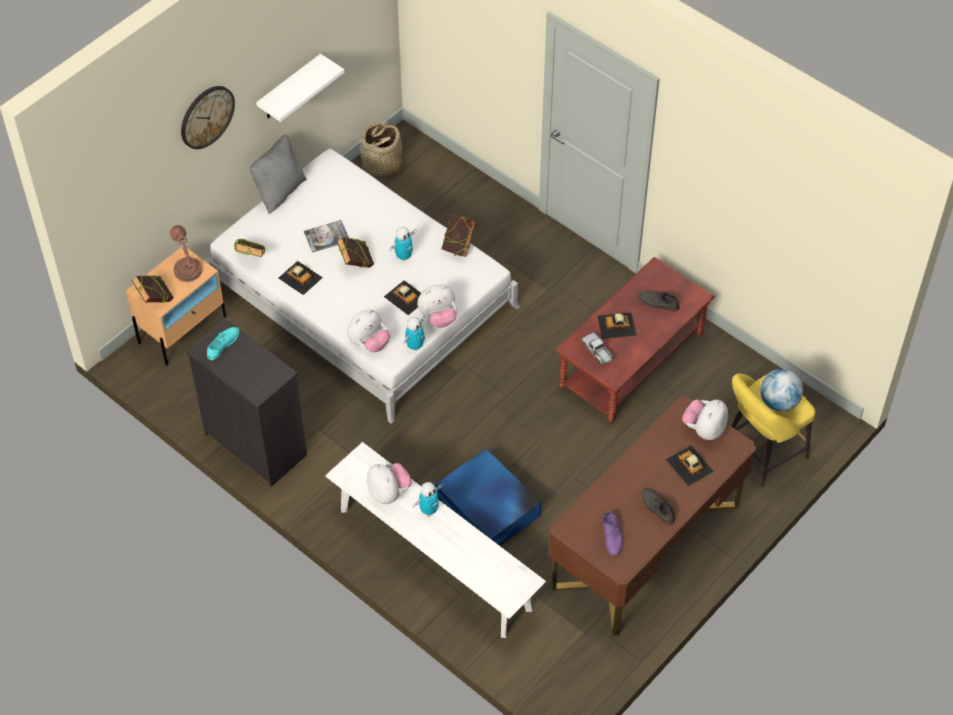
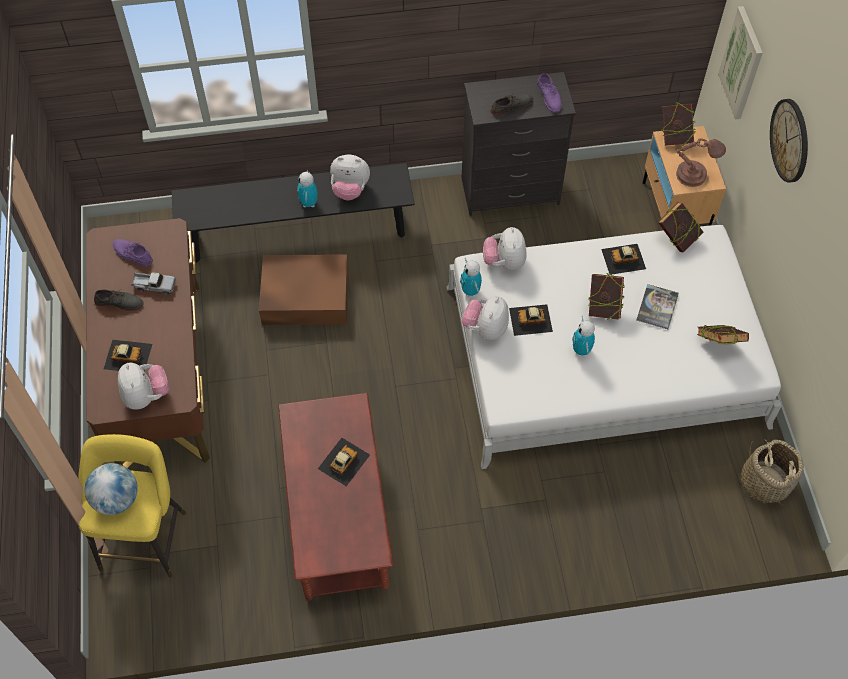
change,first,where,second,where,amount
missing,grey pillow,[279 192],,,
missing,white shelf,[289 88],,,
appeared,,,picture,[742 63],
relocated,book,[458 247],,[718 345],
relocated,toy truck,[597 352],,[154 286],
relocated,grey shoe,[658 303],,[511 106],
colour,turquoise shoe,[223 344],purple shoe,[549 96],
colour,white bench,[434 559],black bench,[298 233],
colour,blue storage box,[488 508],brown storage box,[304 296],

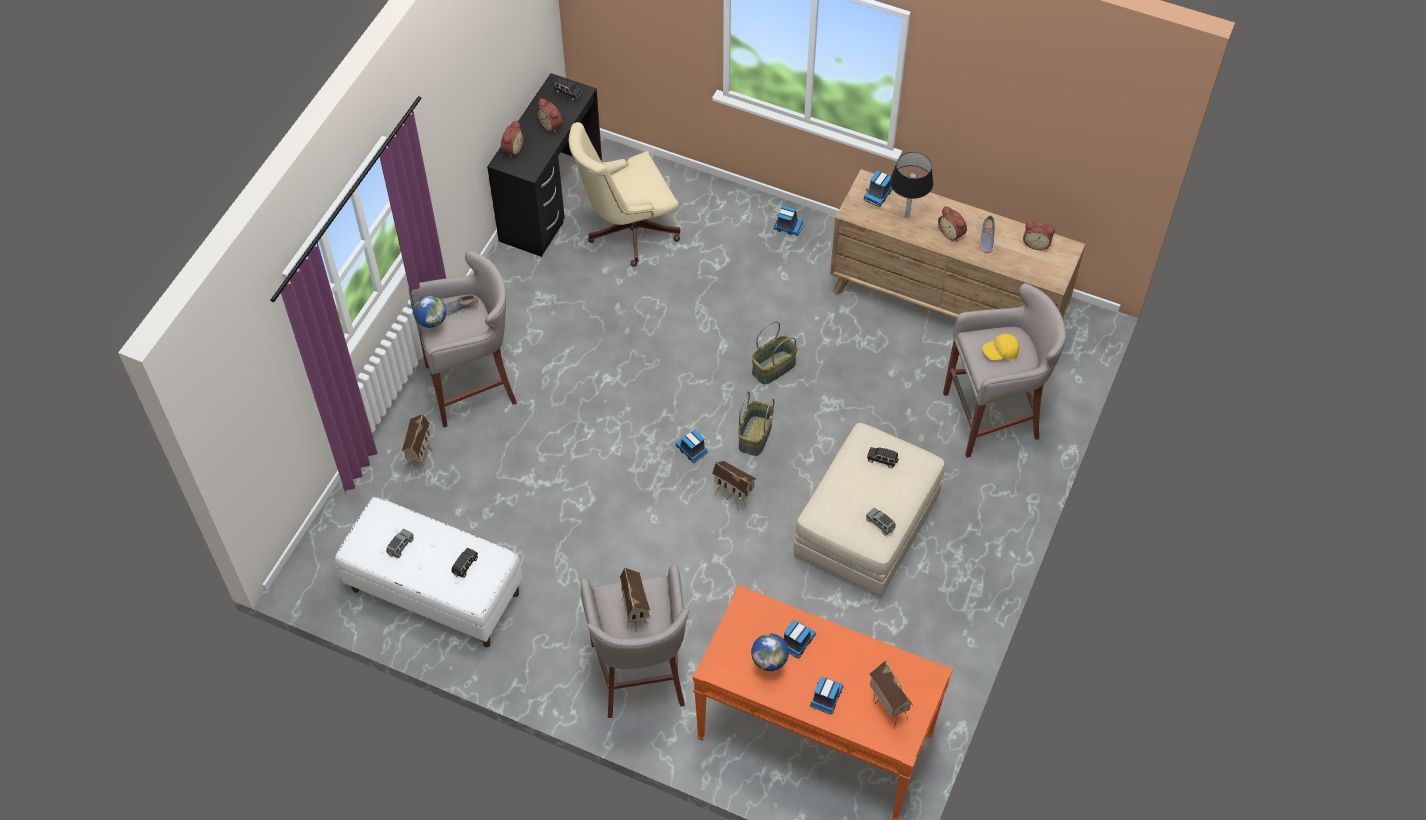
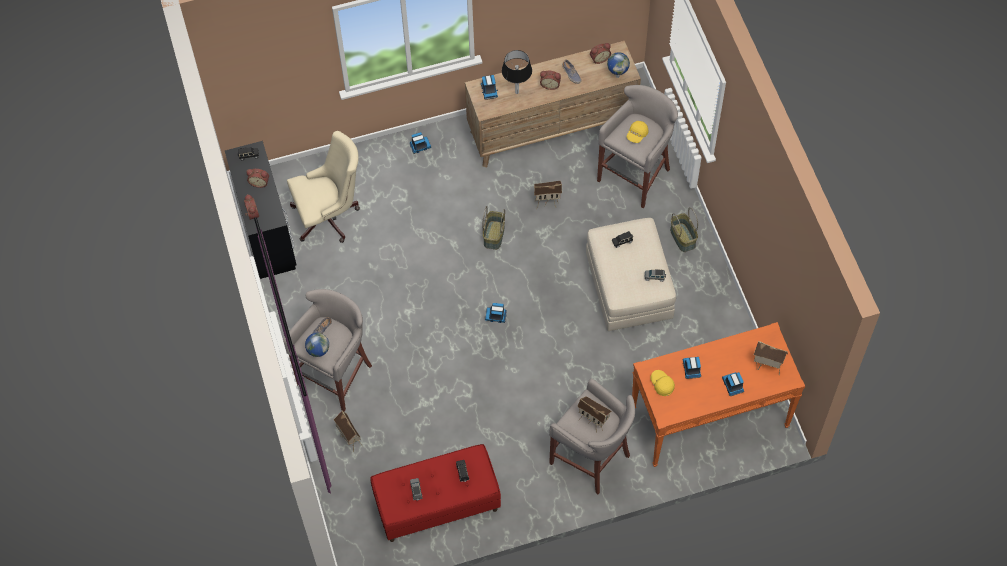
change,first,where,second,where,amount
appeared,,,yellow cap,[662 384],
relocated,toy house,[734 497],,[547 202],
relocated,basket,[755 436],,[683 238],
relocated,globe,[769 667],,[617 75],
colour,white bench,[435 592],red bench,[437 505],
spun,beige office chair,[627 231],,[330 216],135 degrees counterclockwise

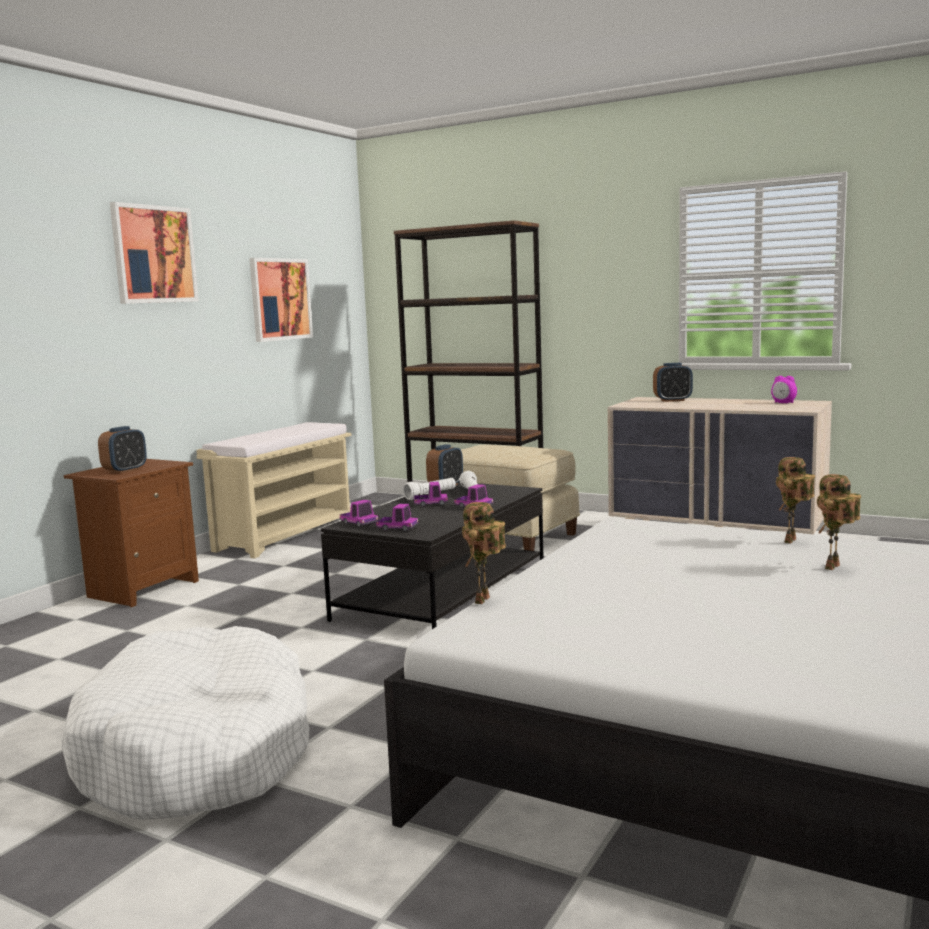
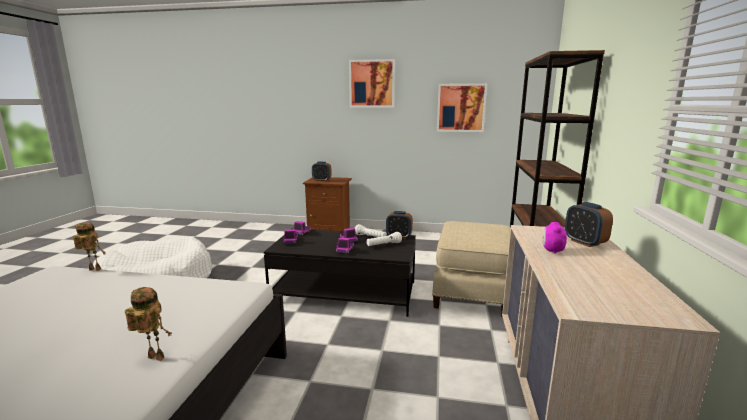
change,first,where,second,where,amount
missing,beige bench,[285 535],,,
missing,toy robot,[834 568],,,
relocated,alarm clock,[783 403],,[552 251],

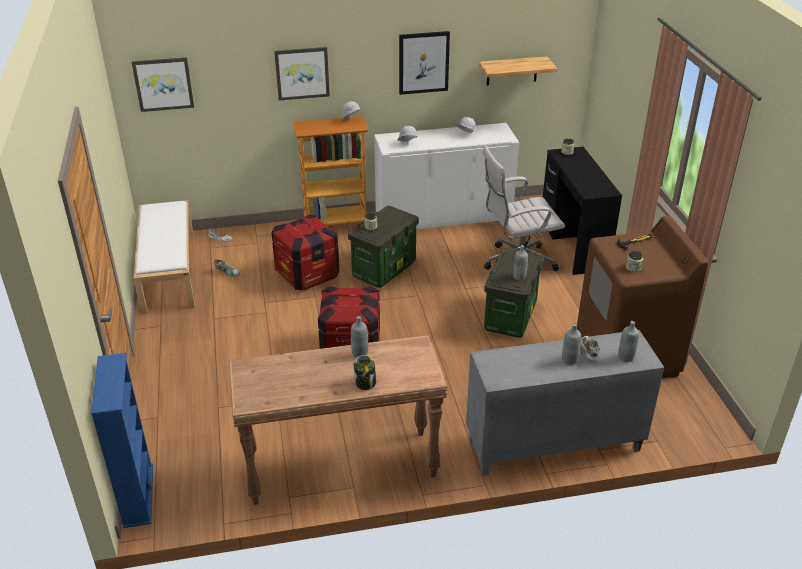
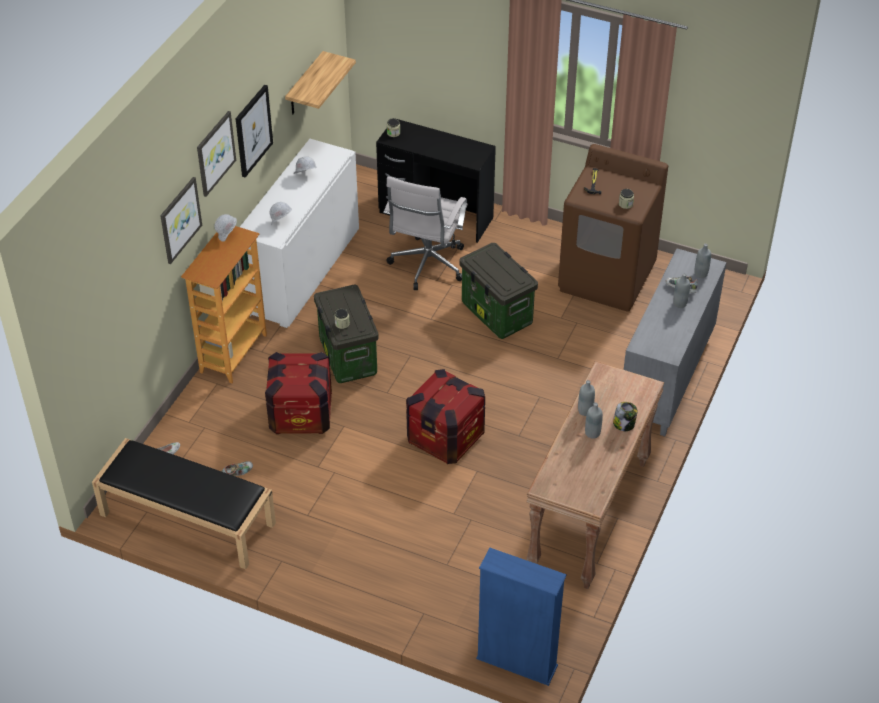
change,first,where,second,where,amount
relocated,picture,[163 84],,[215 153],
relocated,grey bottle,[519 277],,[592 433],
colour,white bench,[168 271],black bench,[186 519],

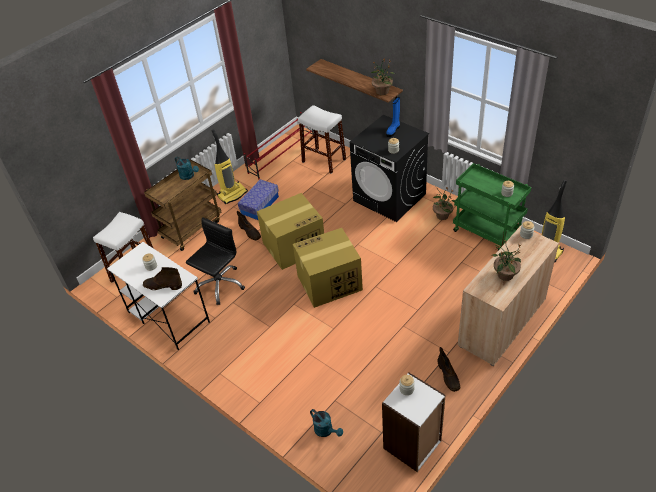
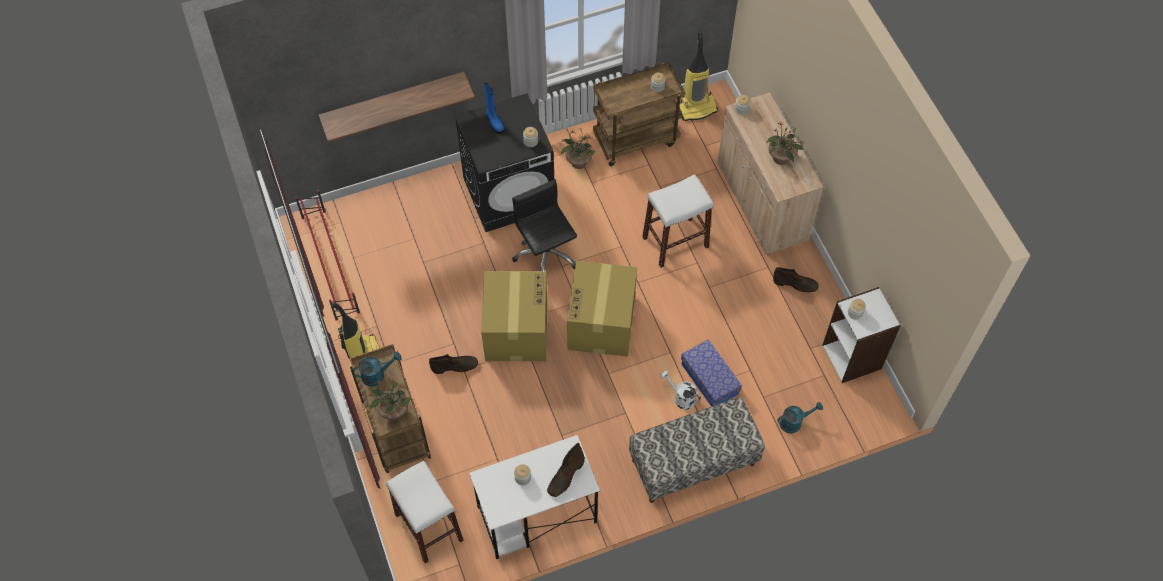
change,first,where,second,where,amount
appeared,,,bench,[693 463],
appeared,,,white watering can,[681 397],
relocated,black office chair,[219 285],,[545 255],
relocated,storage box,[260 205],,[709 379],
relocated,white stool,[324 160],,[675 242],
relocated,potted plant,[382 91],,[393 411],
colour,green cart,[487 233],brown cart,[636 139],

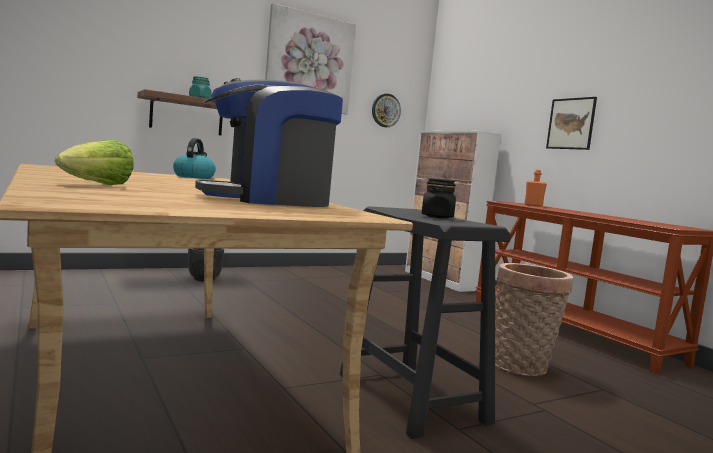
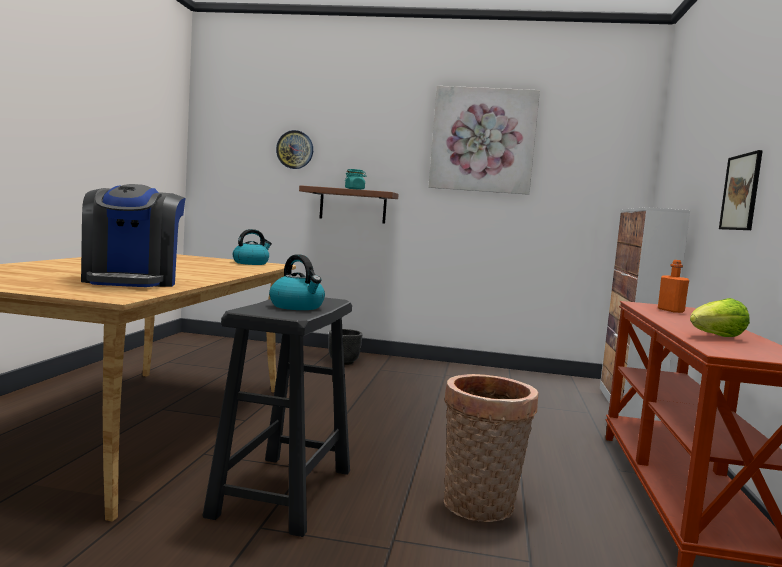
change,first,where,second,where,amount
relocated,lettuce,[97 185],,[715 337],
relocated,wall clock,[385 110],,[295 149],
exchanged,black jar,[437 217],kettle,[297 306],
spun,coffee machine,[268 200],,[132 281],120 degrees counterclockwise

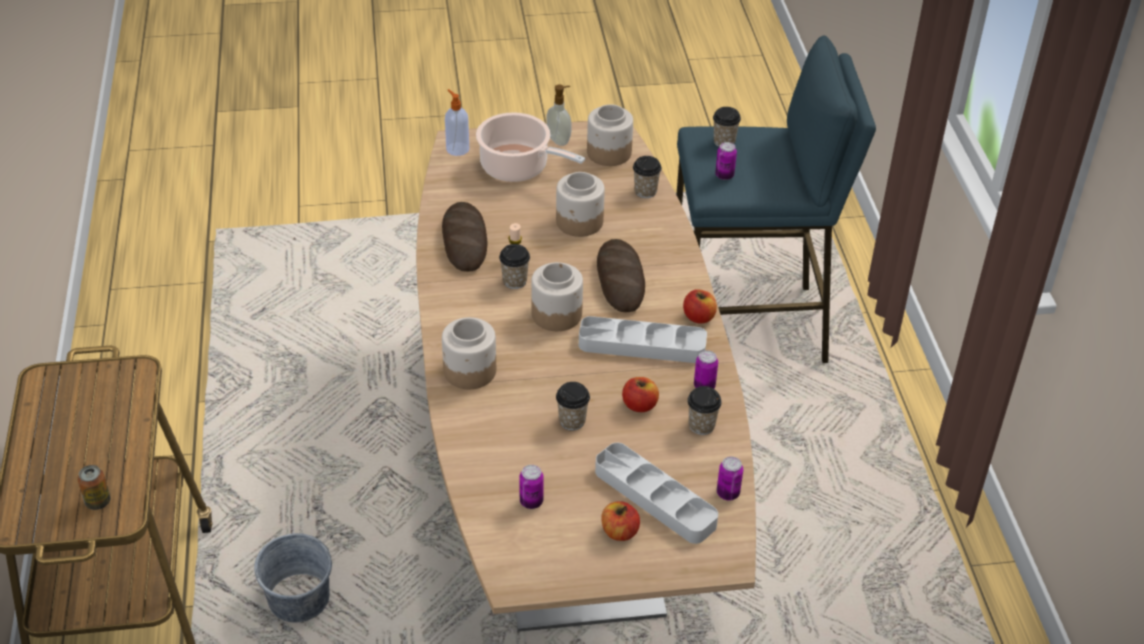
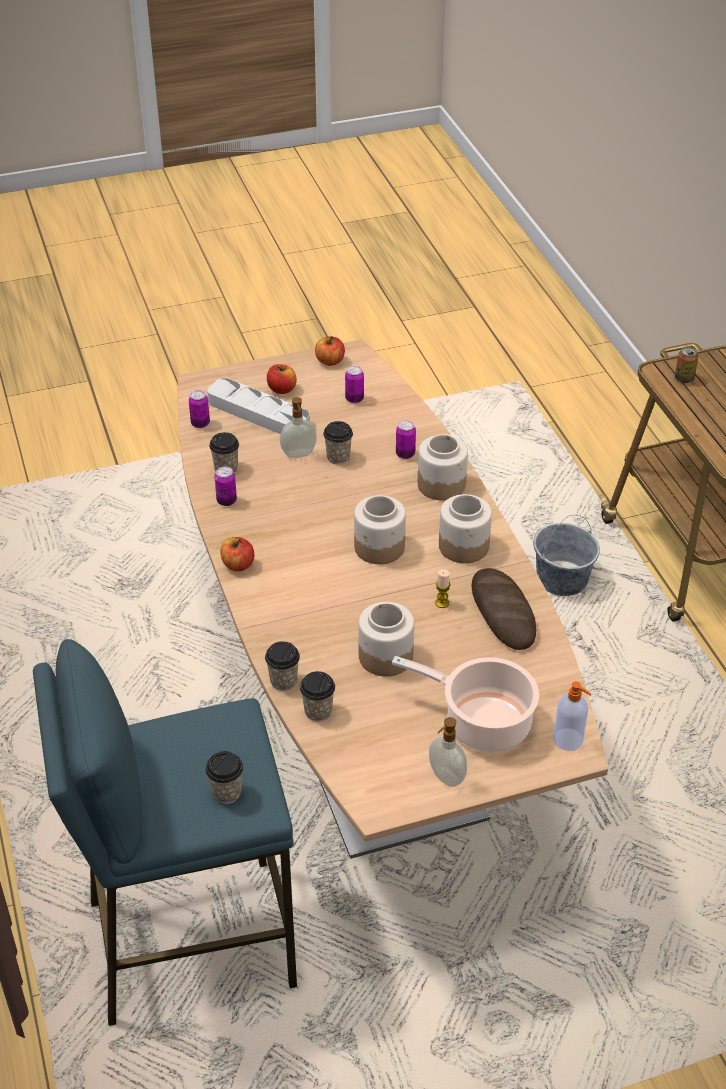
change,first,where,second,where,amount
missing,grey tray,[642 345],,,
missing,bread,[620 280],,,
appeared,,,soap dispenser,[299 454],
relocated,cup,[514 281],,[283 681],
relocated,jar,[608 153],,[464 546],
relocated,apple,[639 405],,[330 361],
relocated,can,[724 175],,[405 454],

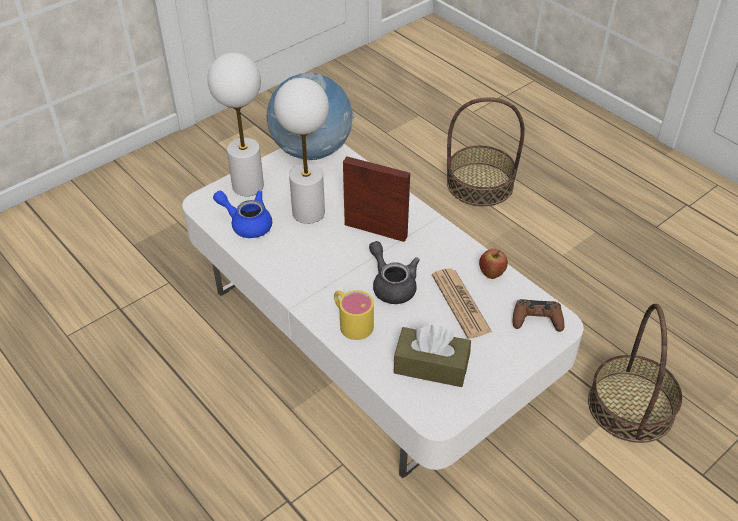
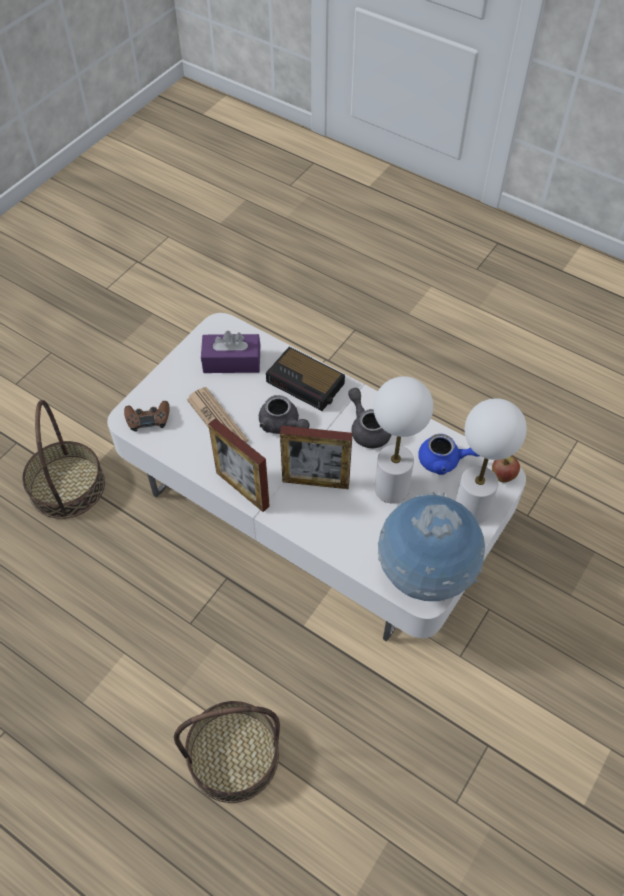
change,first,where,second,where,amount
appeared,,,picture frame,[242 489],
appeared,,,grey teapot,[368 428],
relocated,apple,[491 274],,[502 477],
exchanged,yellow mug,[351 322],alarm clock,[306 383],
colour,brown tissue box,[431 366],purple tissue box,[232 361],

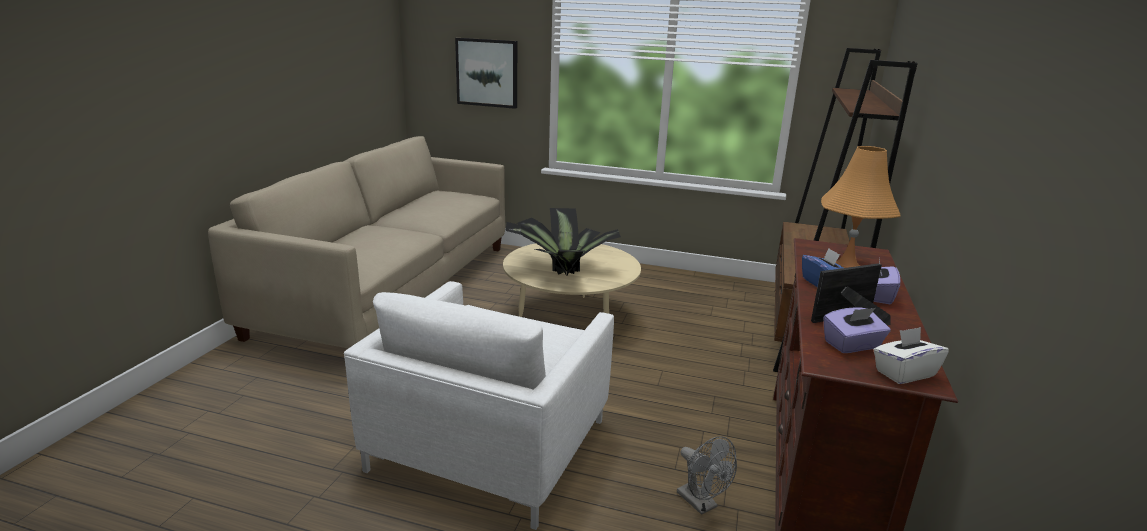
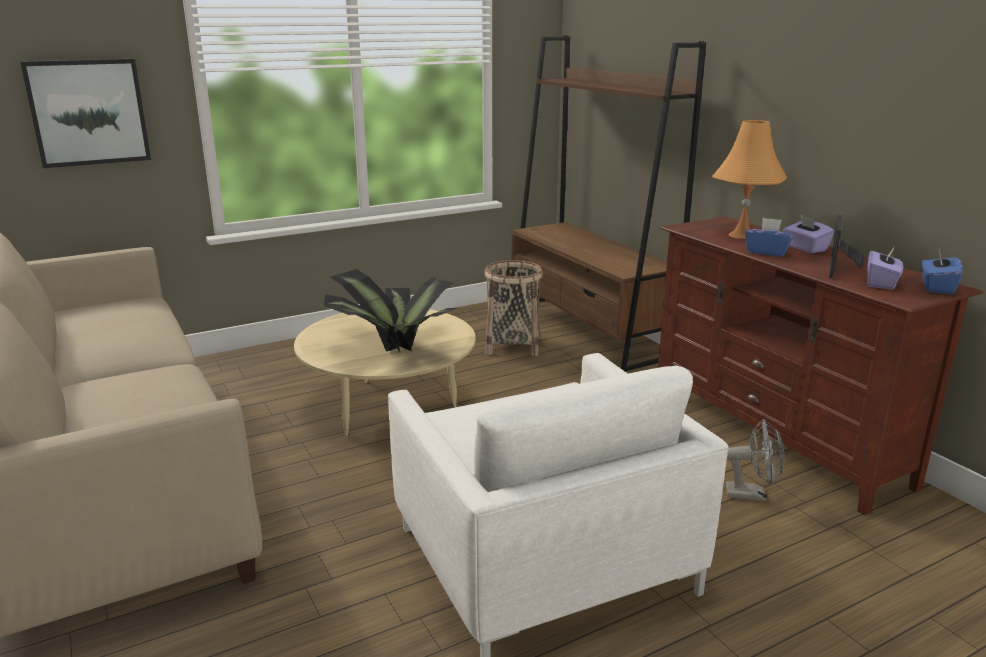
change,first,where,second,where,amount
appeared,,,basket,[512 345],
colour,white tissue box,[904 373],blue tissue box,[936 287],

